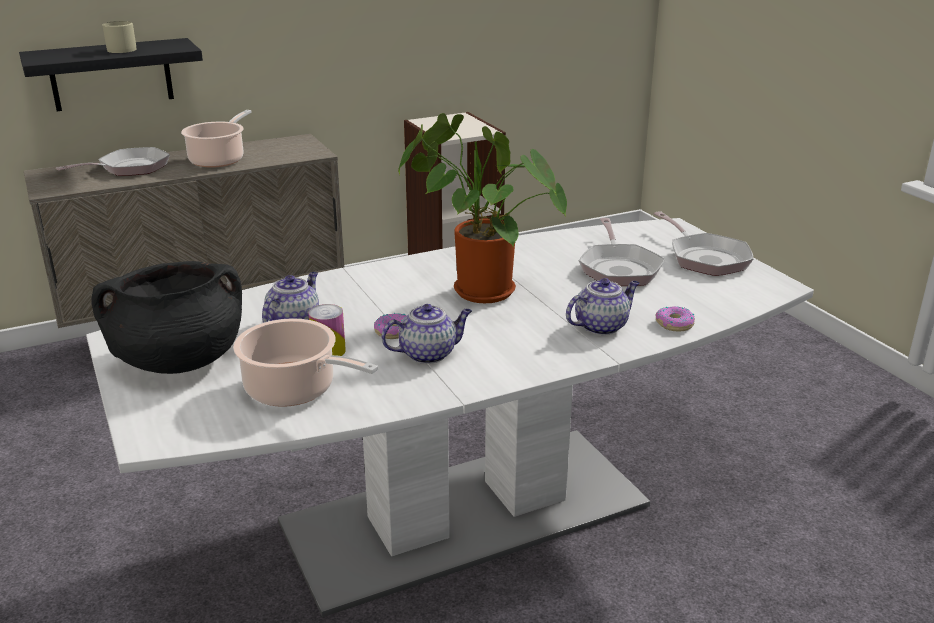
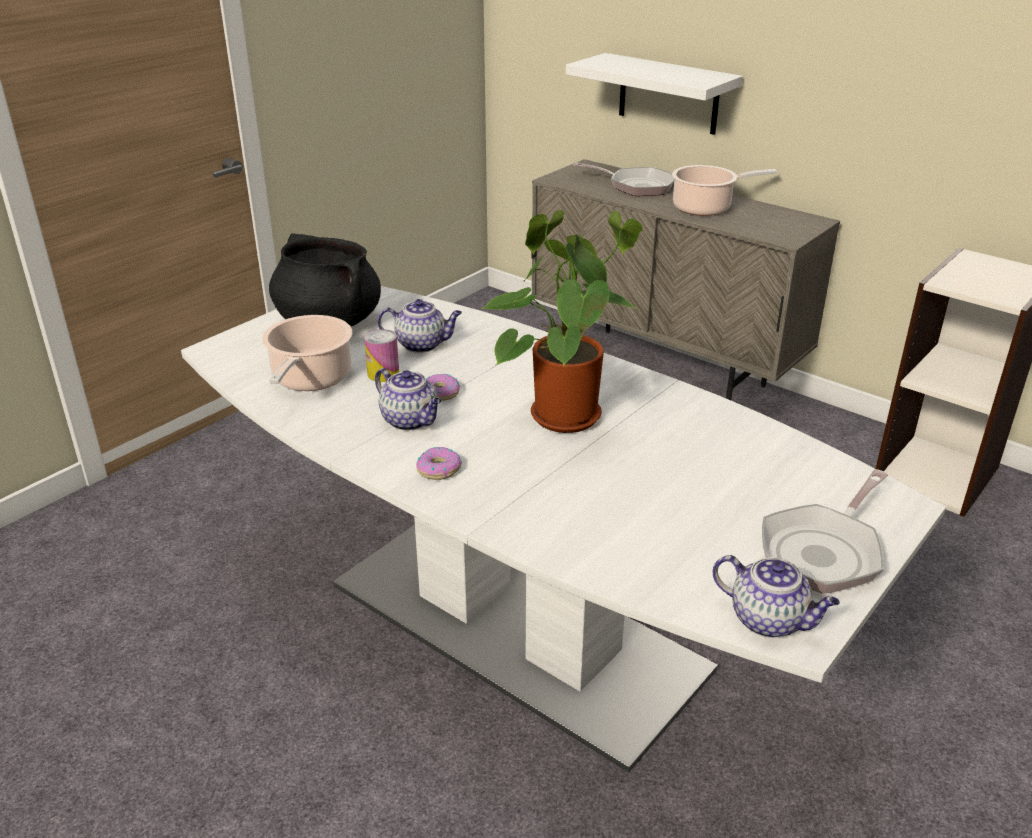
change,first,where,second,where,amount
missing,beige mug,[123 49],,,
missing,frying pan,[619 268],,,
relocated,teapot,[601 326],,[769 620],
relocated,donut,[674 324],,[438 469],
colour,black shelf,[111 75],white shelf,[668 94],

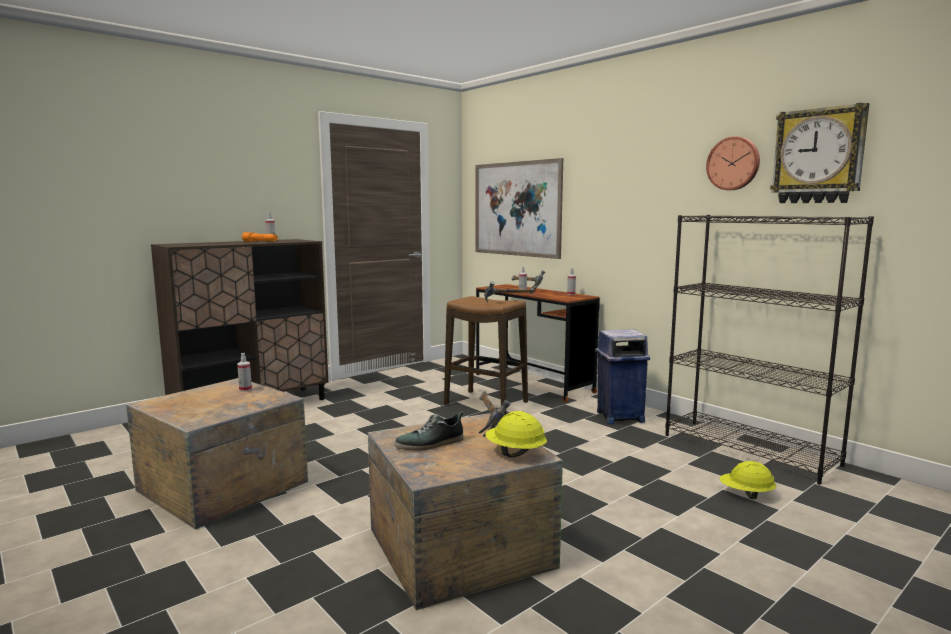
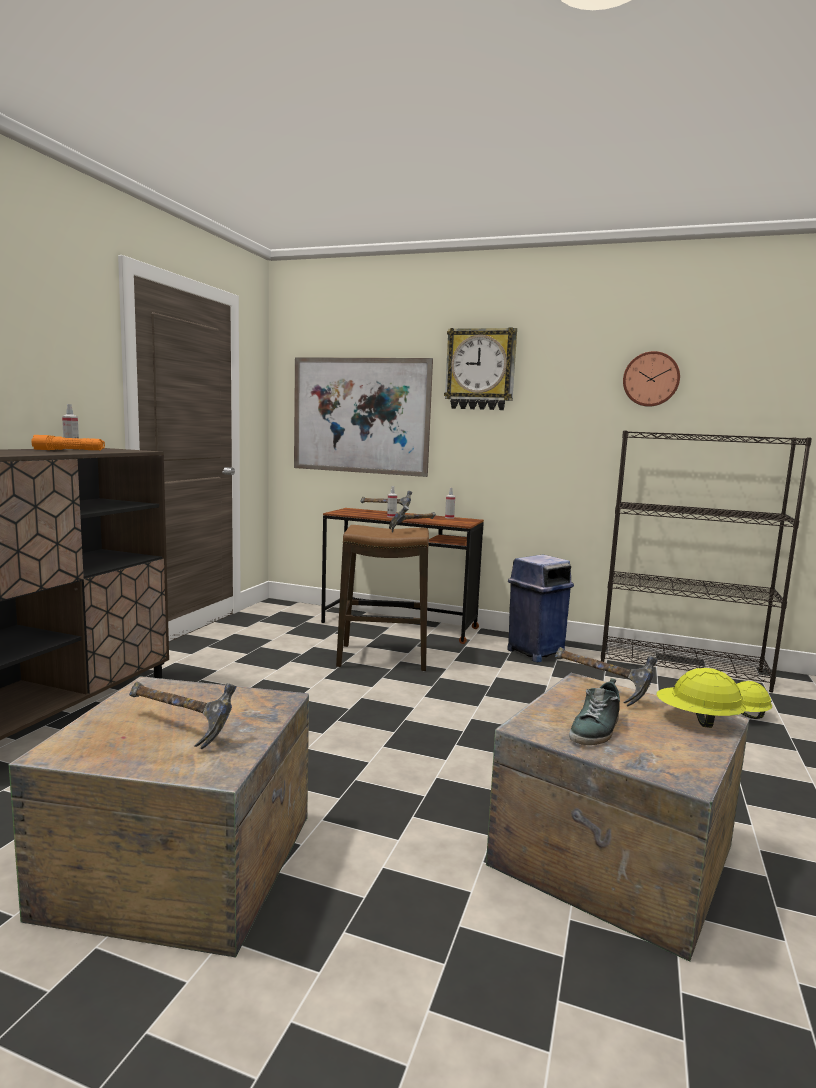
change,first,where,second,where,amount
missing,spray bottle,[245 389],,,
appeared,,,hammer,[181 729],
relocated,wall clock,[818 156],,[480 369],

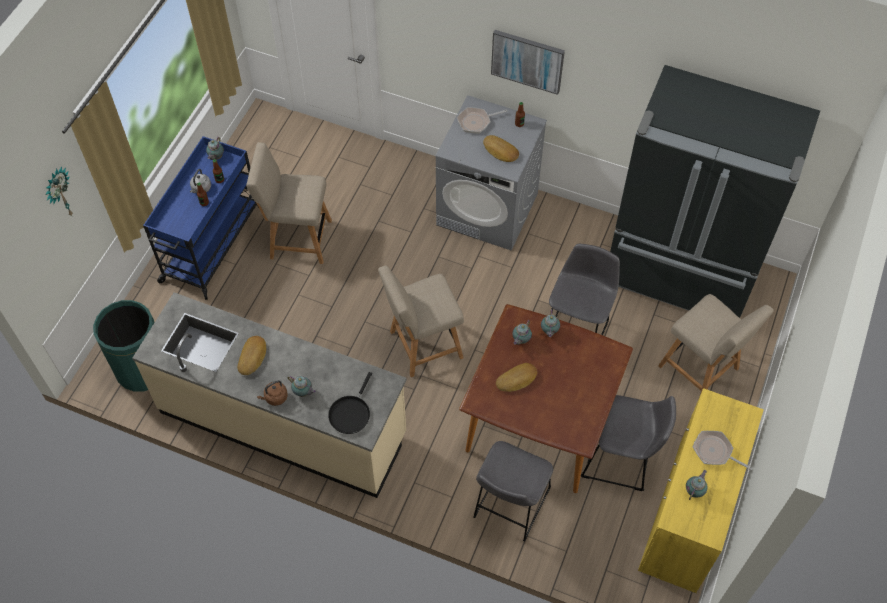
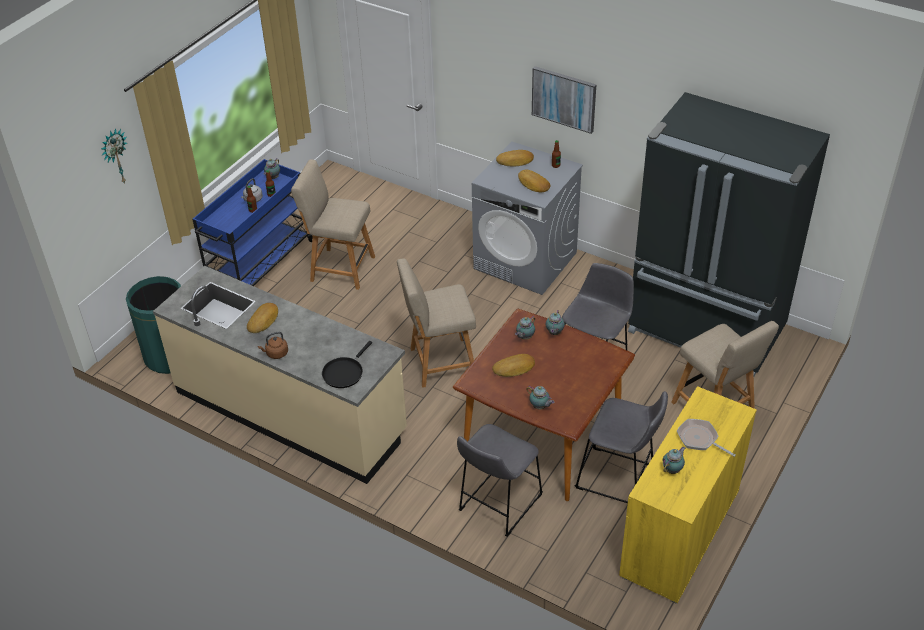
change,first,where,second,where,amount
relocated,teapot,[303 392],,[540 407],
exchanged,frying pan,[476 122],bread,[515 161],

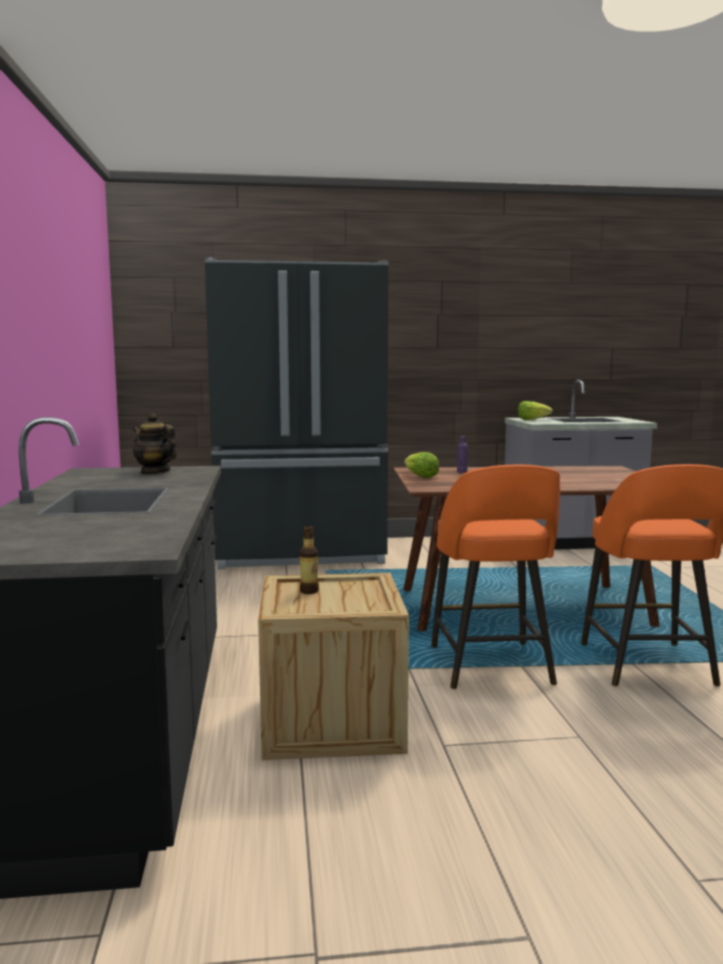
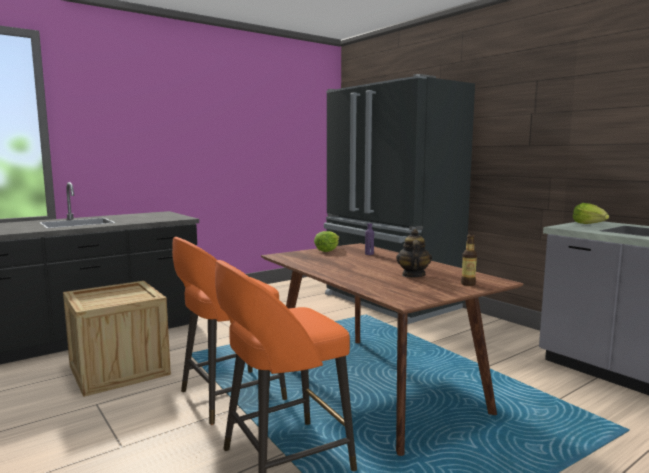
change,first,where,second,where,amount
relocated,teapot,[155 472],,[413 275],
relocated,bottle,[309 591],,[468 284],

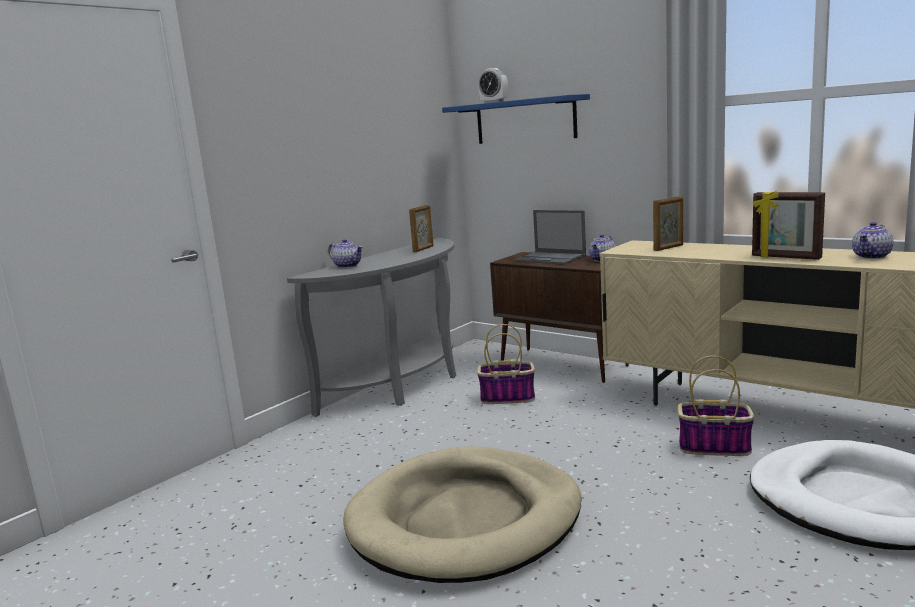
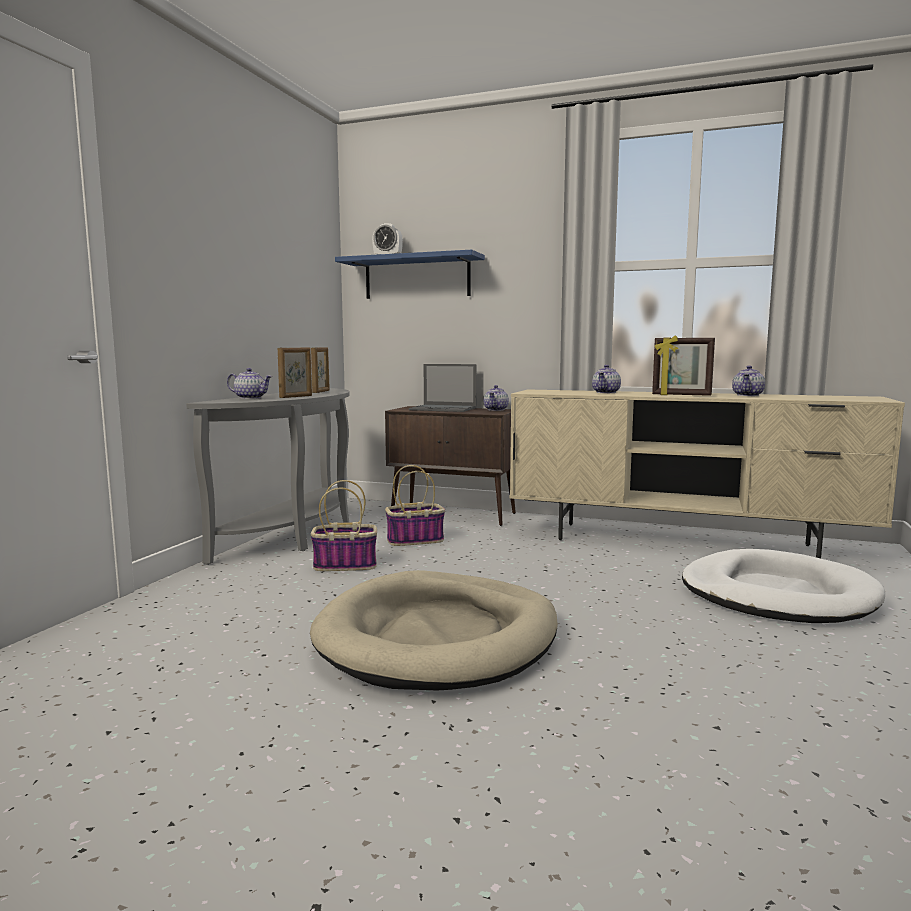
change,first,where,second,where,amount
appeared,,,teapot,[606 392],
relocated,picture frame,[669 248],,[296 396],
relocated,basket,[715 447],,[346 565],

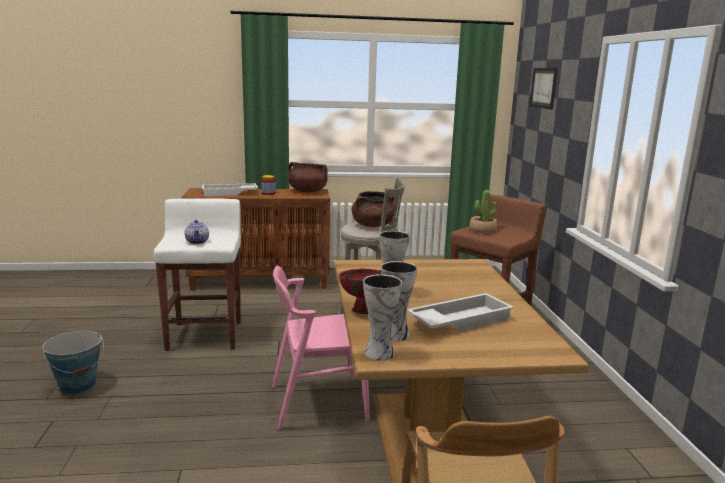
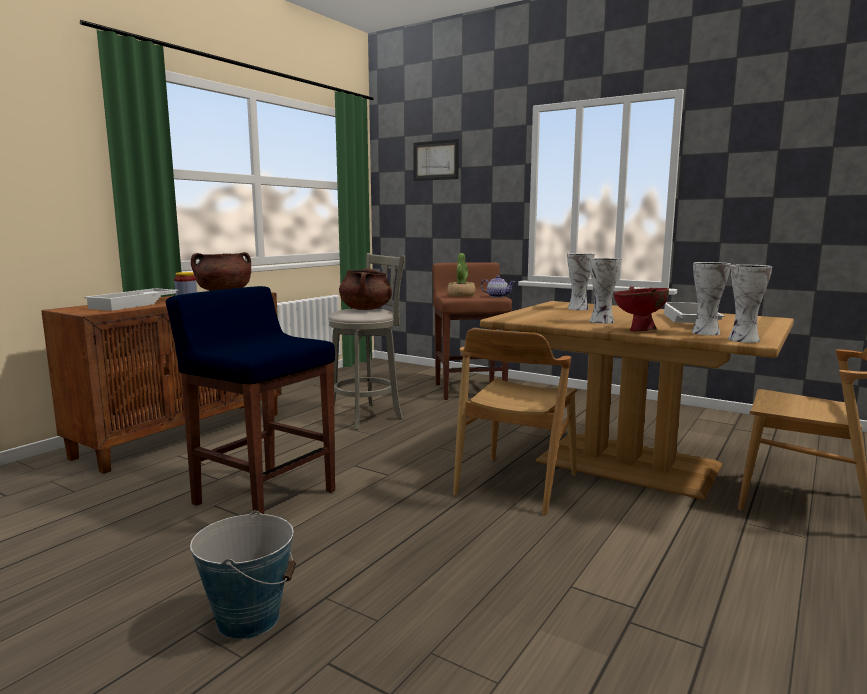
change,first,where,second,where,amount
appeared,,,vase,[578 308],
relocated,teapot,[197 242],,[497 296],
colour,white stool,[205 335],blue stool,[263 497],
colour,pink chair,[318 402],brown chair,[515 484],

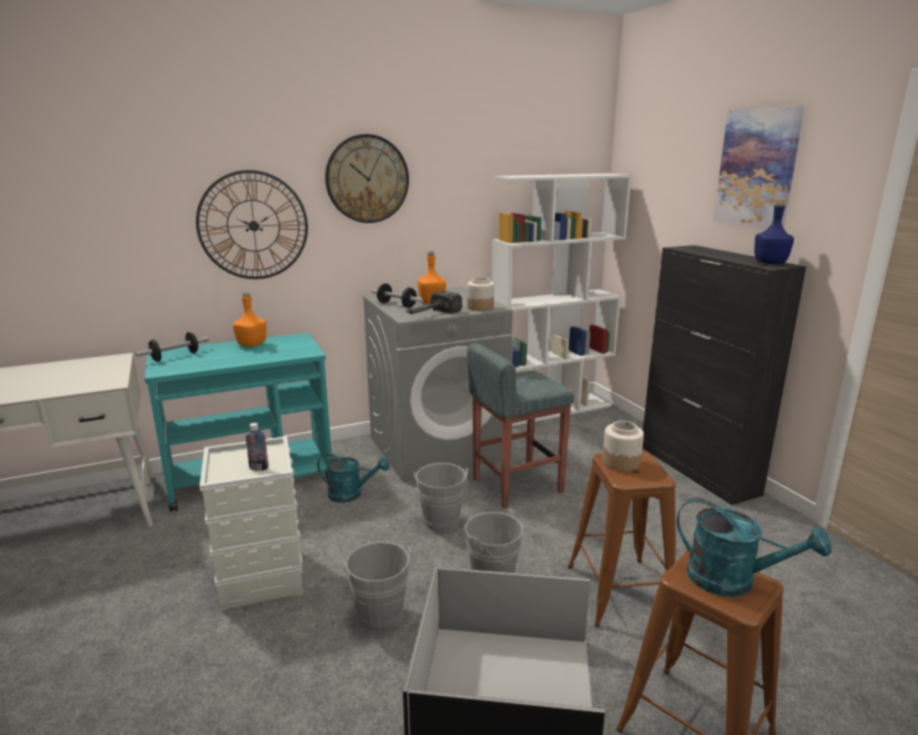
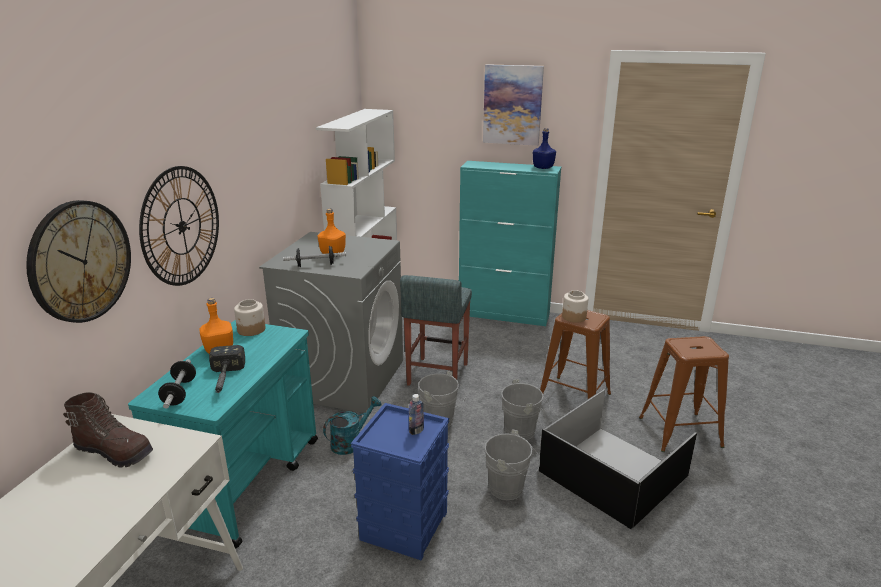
change,first,where,second,where,amount
missing,turquoise watering can,[733 581],,,
appeared,,,brown boot,[115 452],
relocated,wall clock,[367 179],,[80 261],
relocated,hammer,[430 315],,[225 380],
relocated,jar,[480 307],,[251 330],
colour,grey storage box,[262 577],blue storage box,[403 525],
colour,black cabinet,[697 470],turquoise cabinet,[504 314],

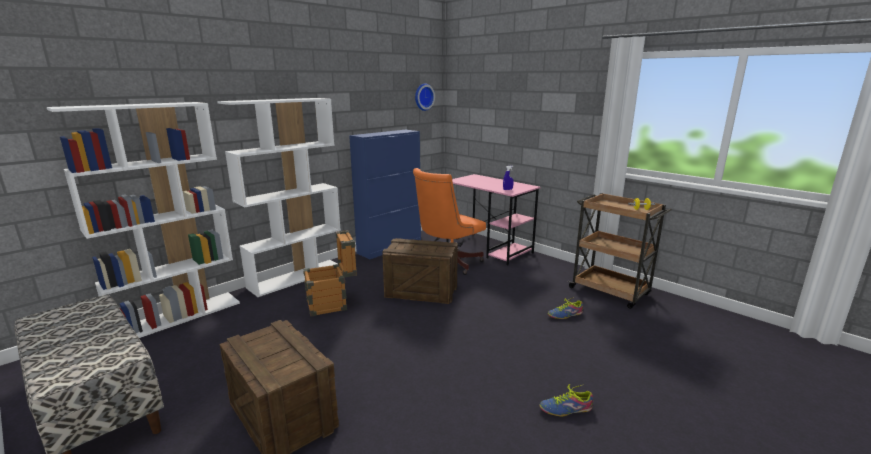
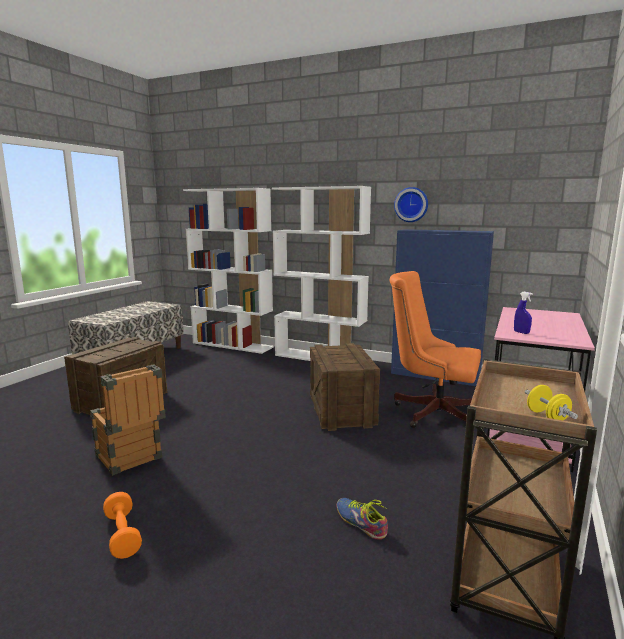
change,first,where,second,where,amount
relocated,crate,[332 304],,[131 460],
relocated,wall clock,[423 97],,[411 204],
exchanged,shoe,[566 409],orange dumbbell,[122 535],

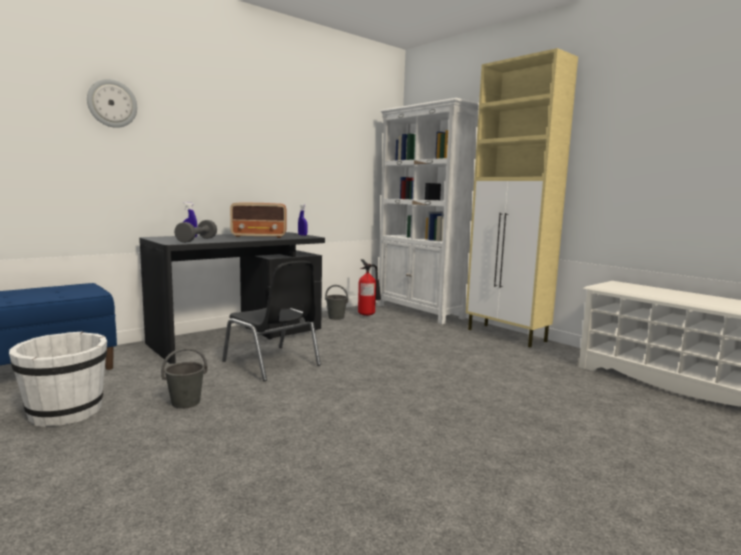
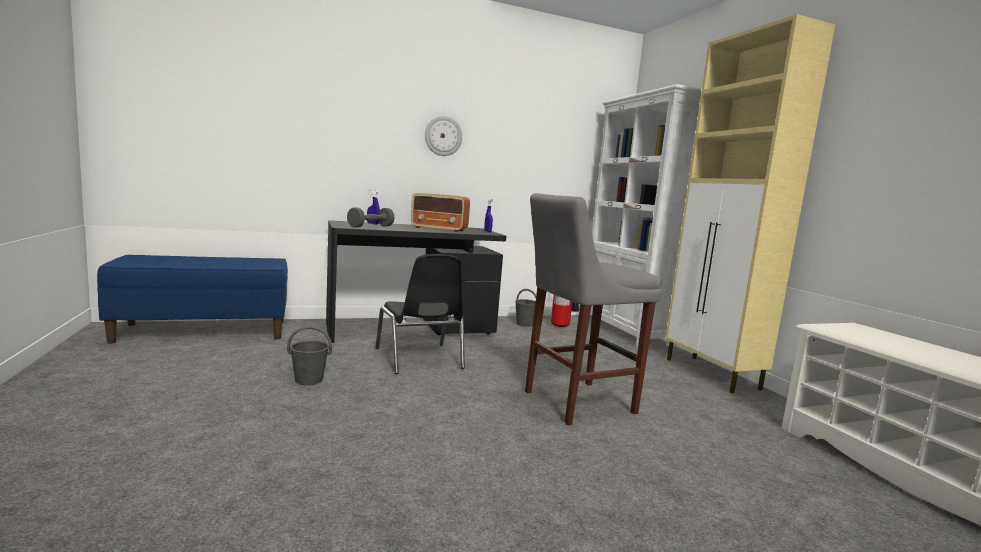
change,first,where,second,where,amount
missing,white bucket,[65 412],,,
appeared,,,grey stool,[574 402],
relocated,wall clock,[112 103],,[443 136],

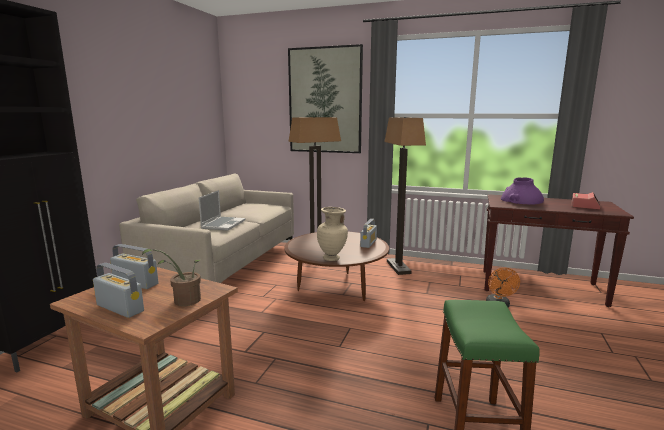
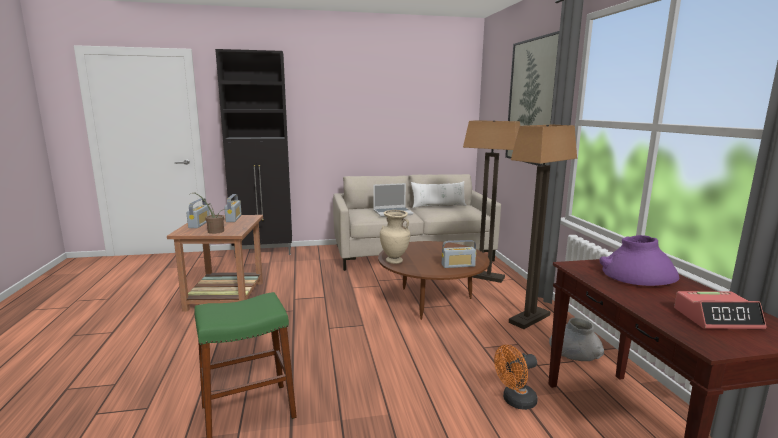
change,first,where,second,where,amount
appeared,,,white pillow,[438 206],
appeared,,,grey vase,[576 348],

